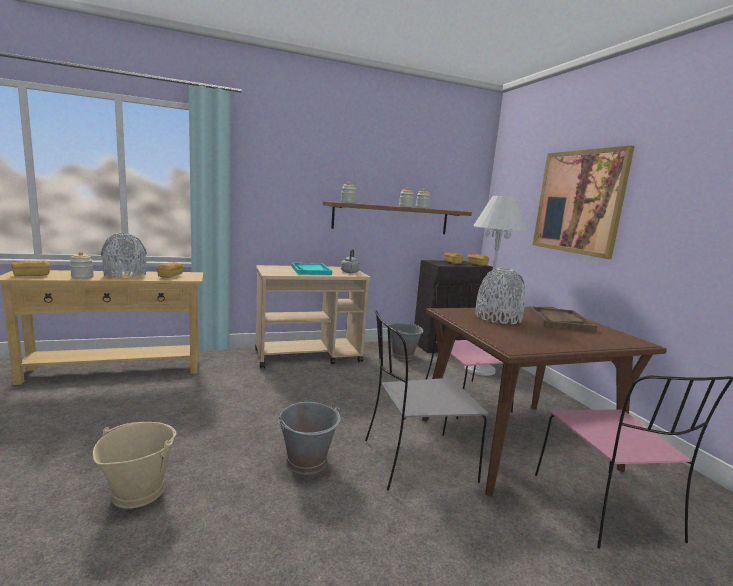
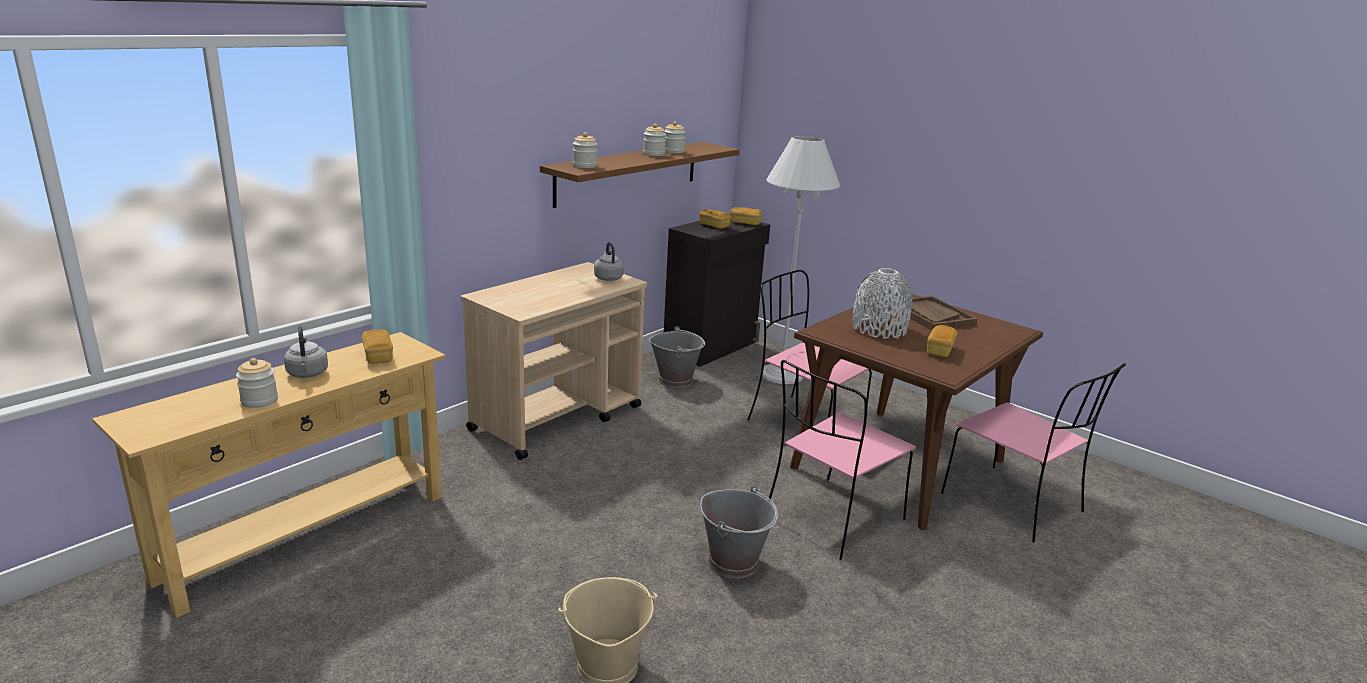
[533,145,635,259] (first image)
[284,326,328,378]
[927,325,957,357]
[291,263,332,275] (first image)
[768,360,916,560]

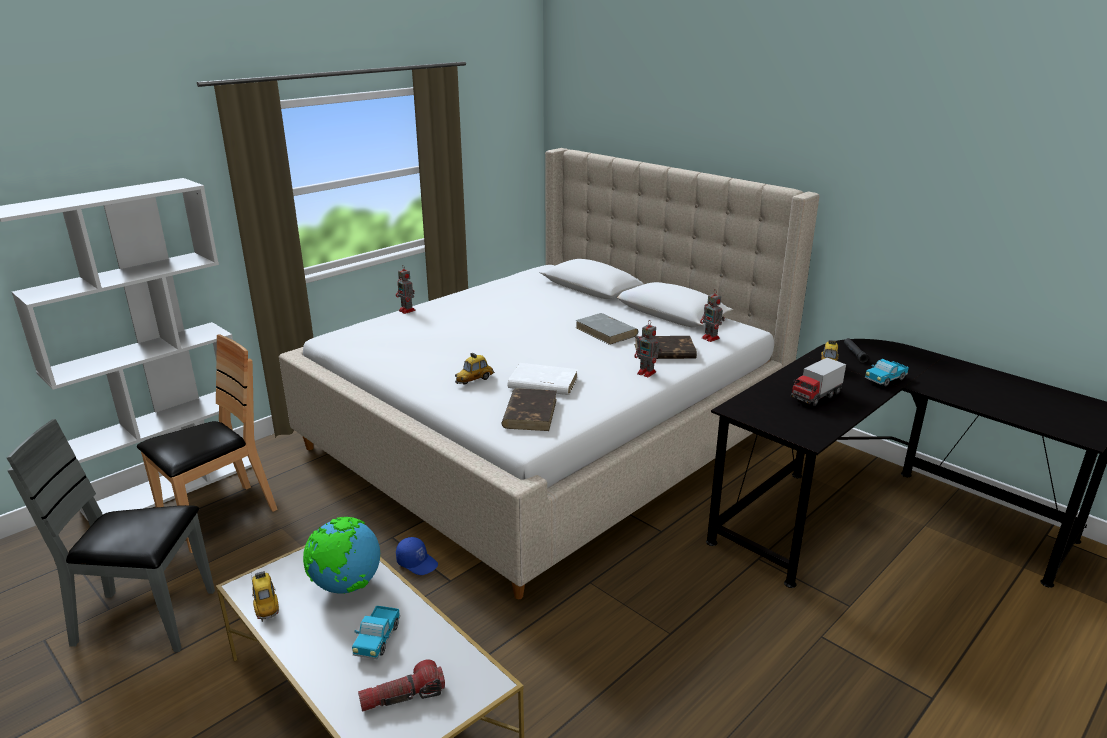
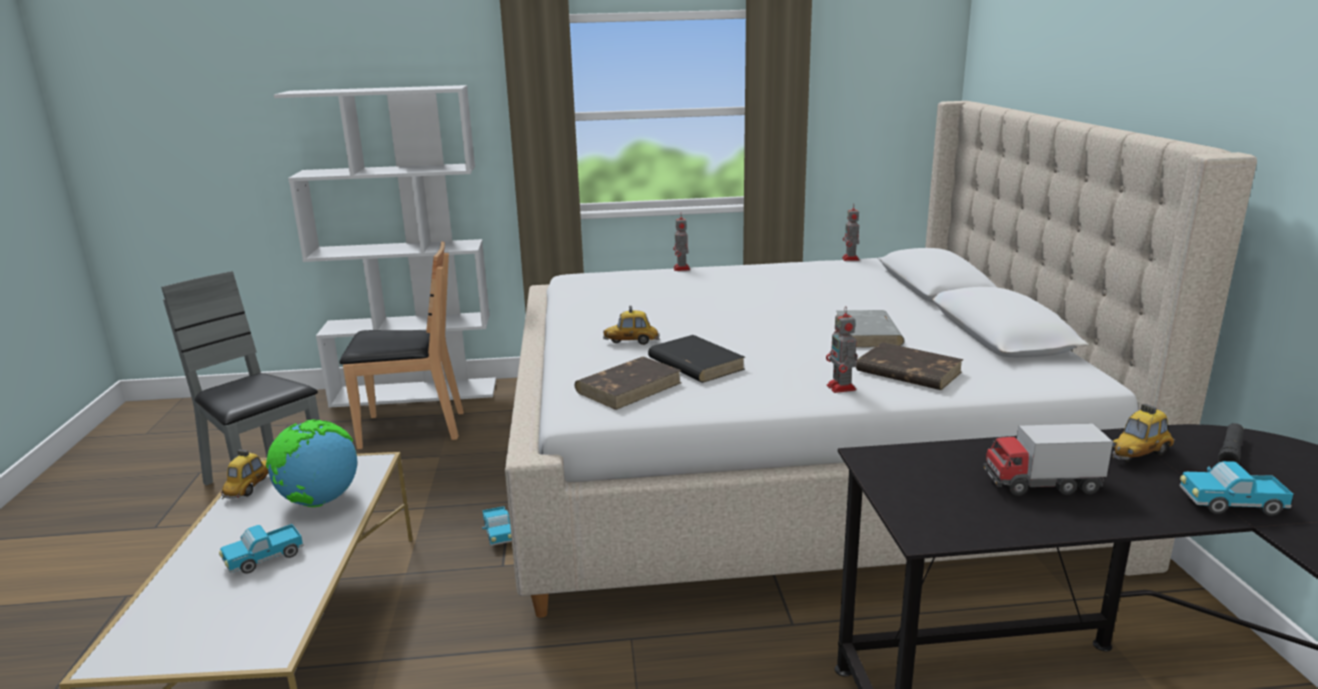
[842,204,860,261]
[648,335,745,383]
[482,506,512,546]
[358,659,445,712] (first image)

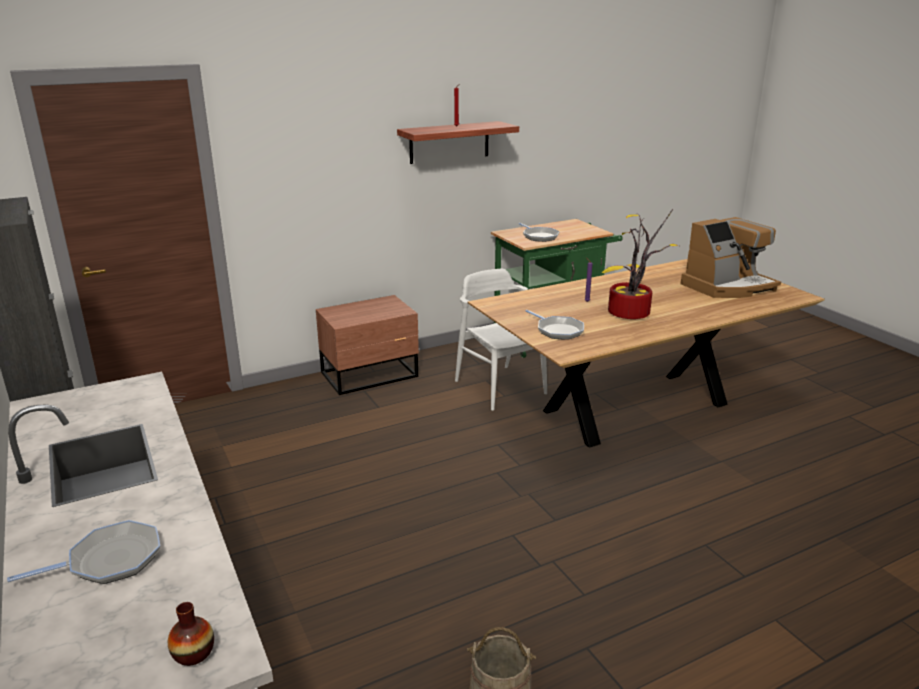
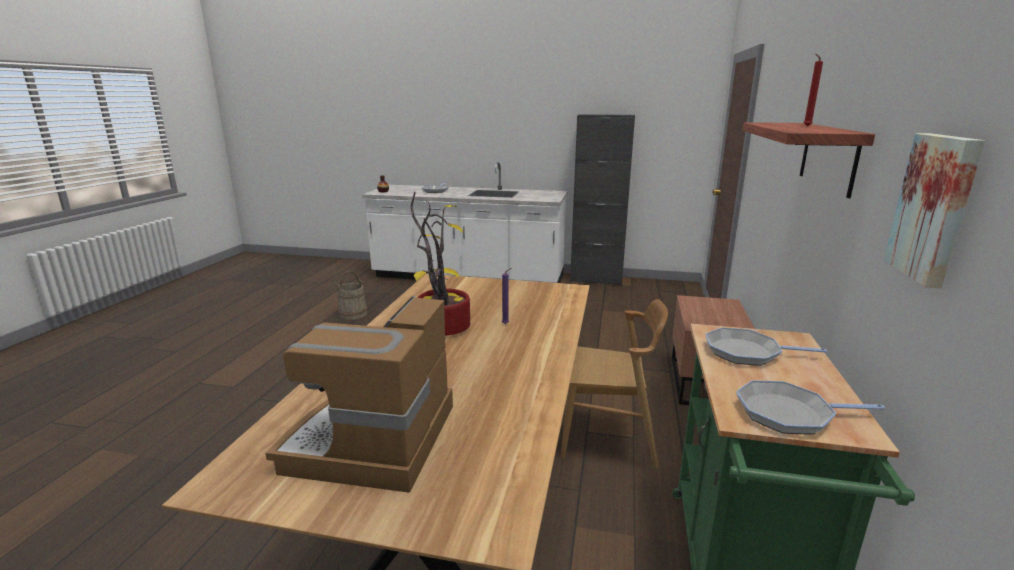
[561,299,668,468]
[736,380,885,434]
[884,133,985,288]

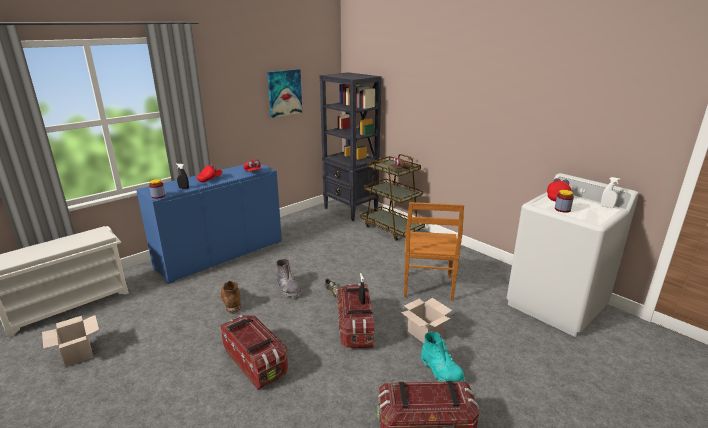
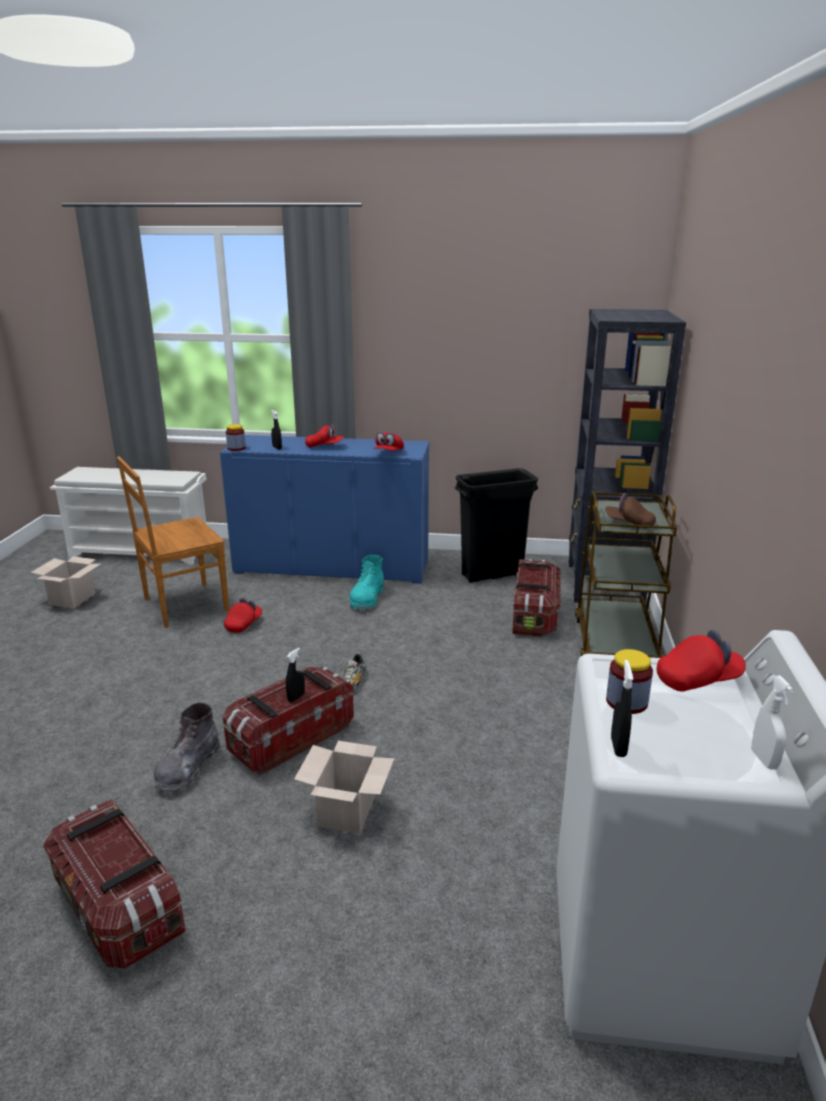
[267,69,302,118] (first image)
[117,456,229,628]
[154,703,220,795]
[224,598,262,633]
[512,559,561,637]
[349,555,384,611]
[455,468,538,583]
[611,660,633,757]

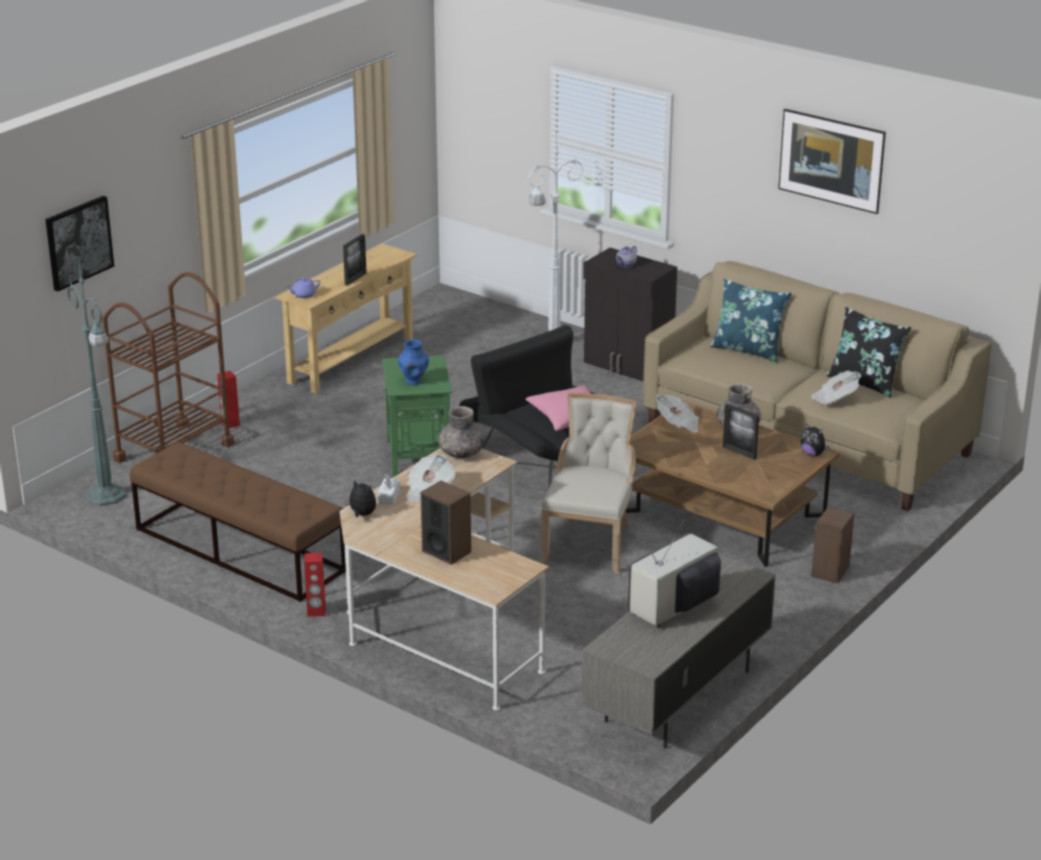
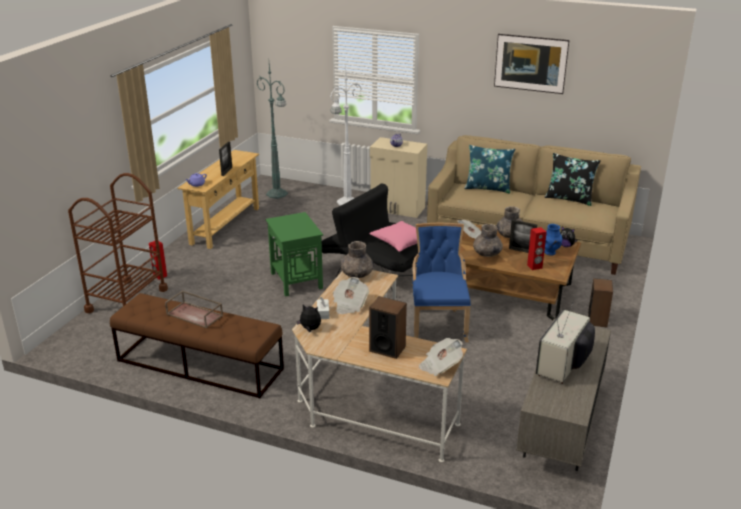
[45,196,114,291] (first image)
[370,137,427,218]
[257,64,288,199]
[544,224,562,256]
[419,338,463,376]
[412,223,471,342]
[527,227,547,270]
[473,224,503,257]
[165,291,223,328]

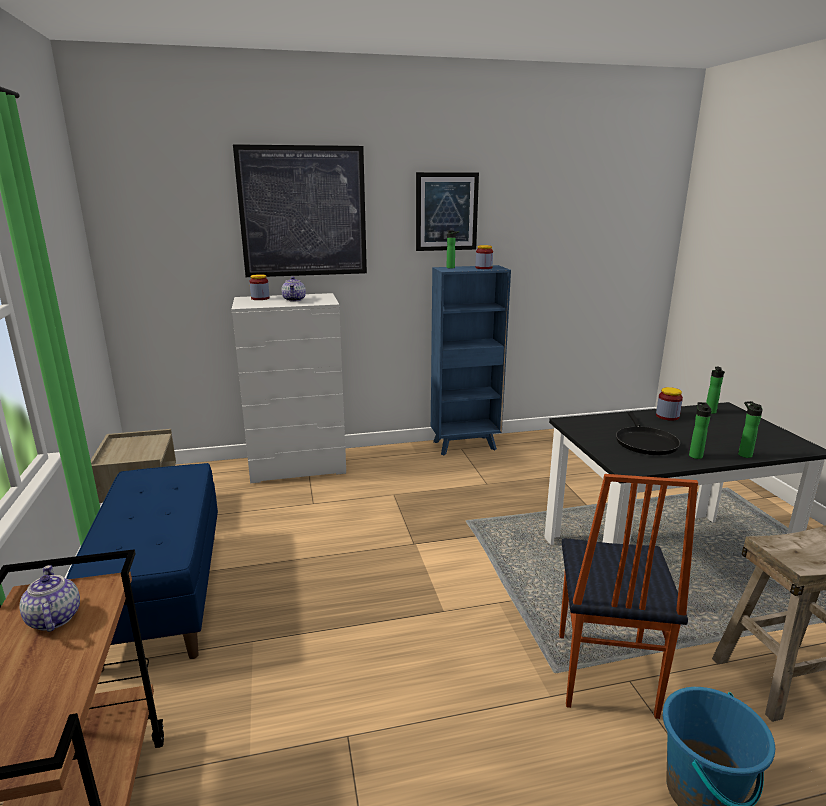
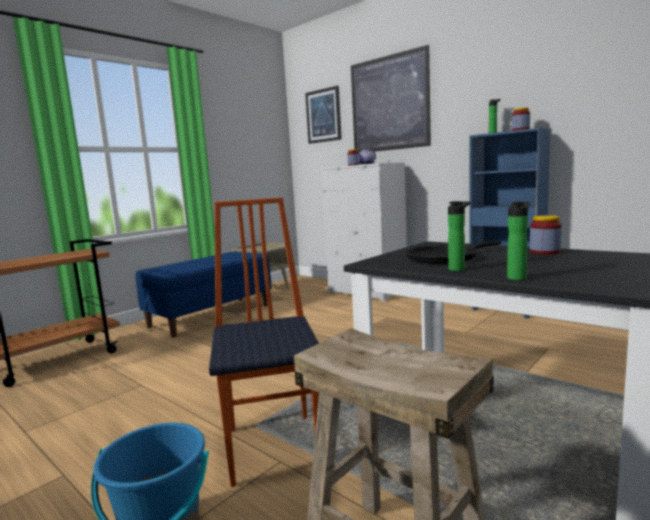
[305,86,341,144]
[706,366,725,414] (first image)
[209,198,319,487]
[19,565,80,632] (first image)

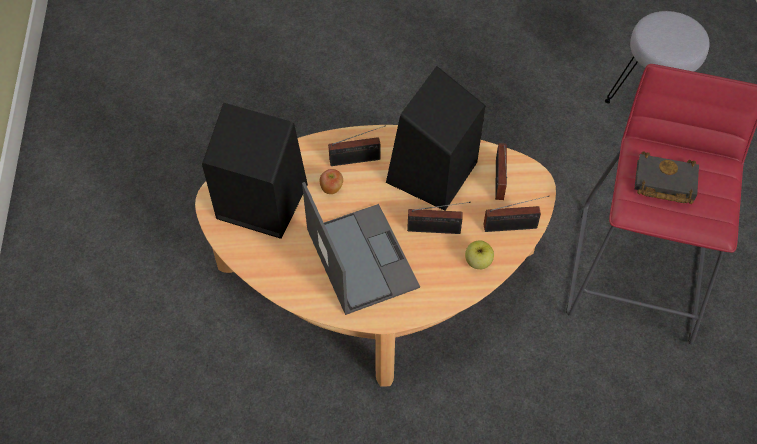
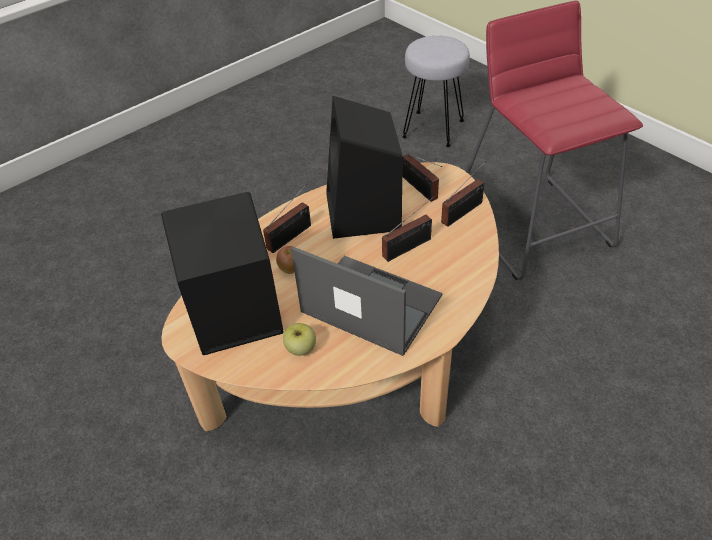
[634,151,699,204] (first image)
[283,323,316,356]

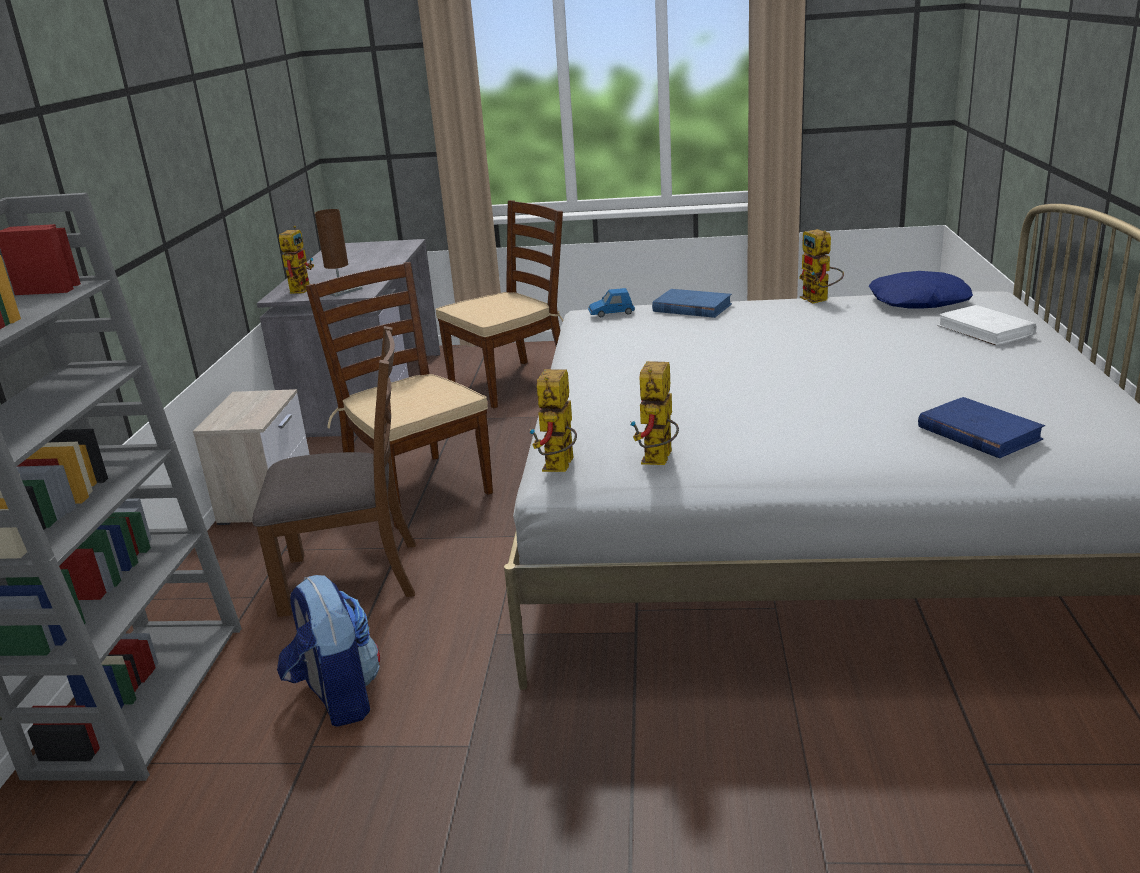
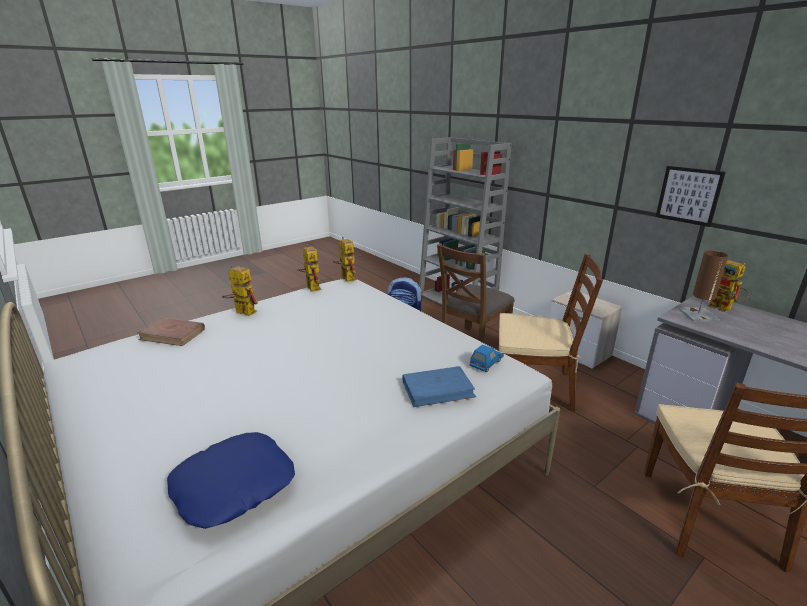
[222,265,258,316]
[937,305,1037,346] (first image)
[137,318,205,346]
[656,166,726,227]

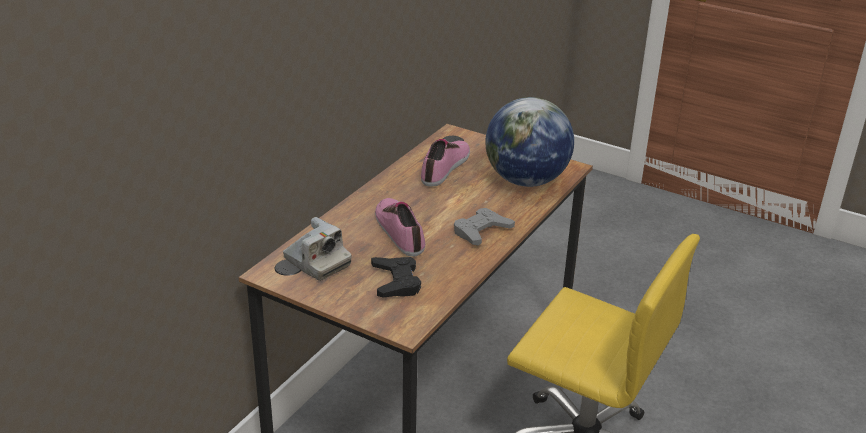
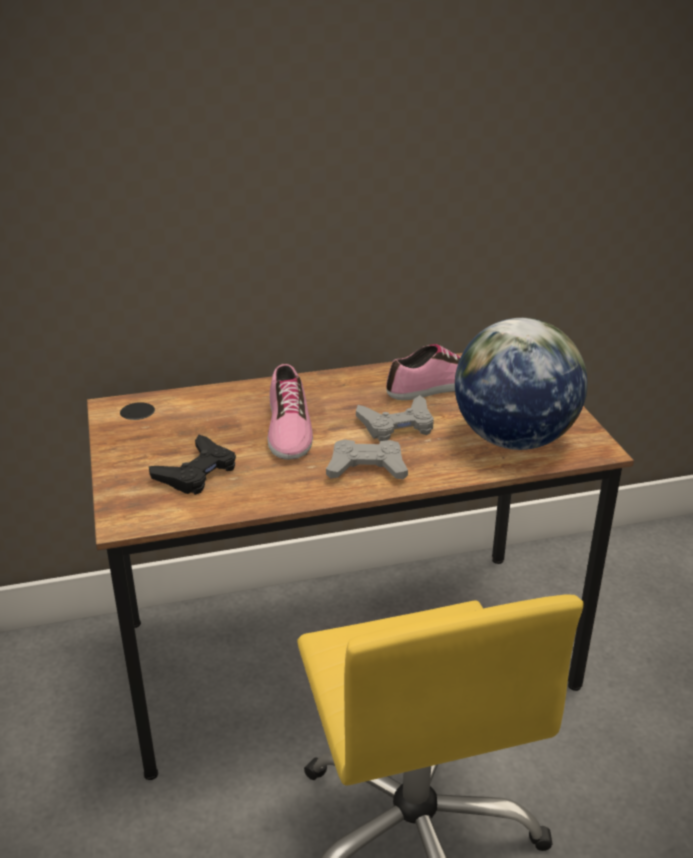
[267,364,313,460]
[283,217,352,281] (first image)
[356,395,434,442]

